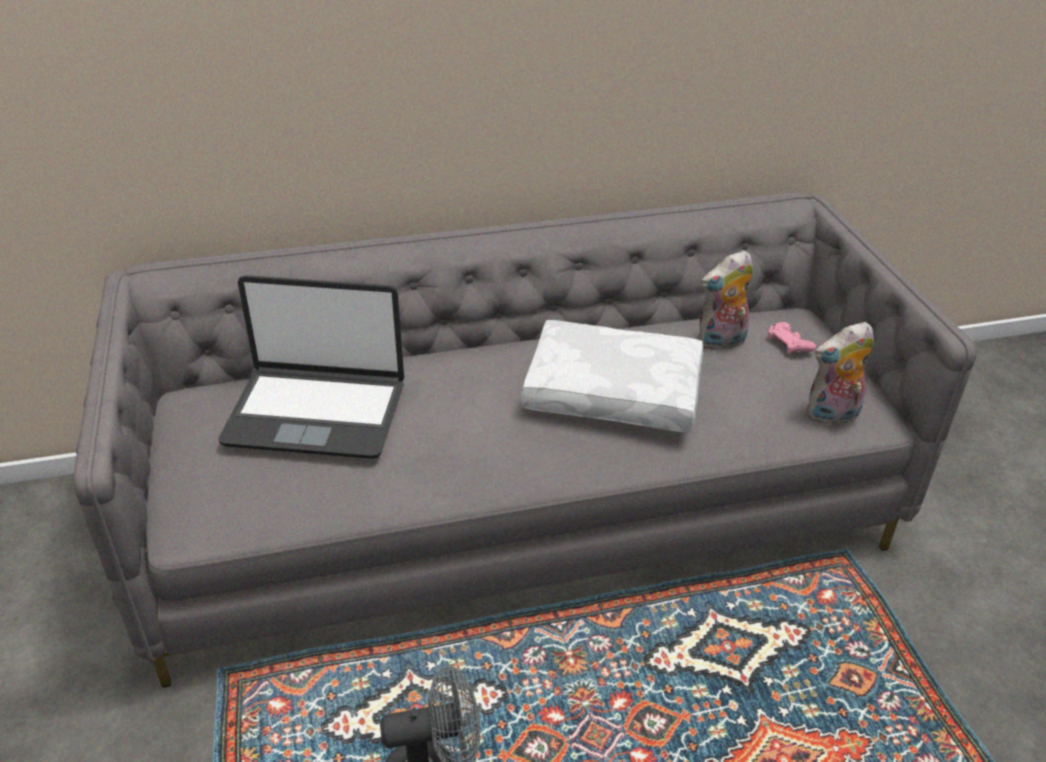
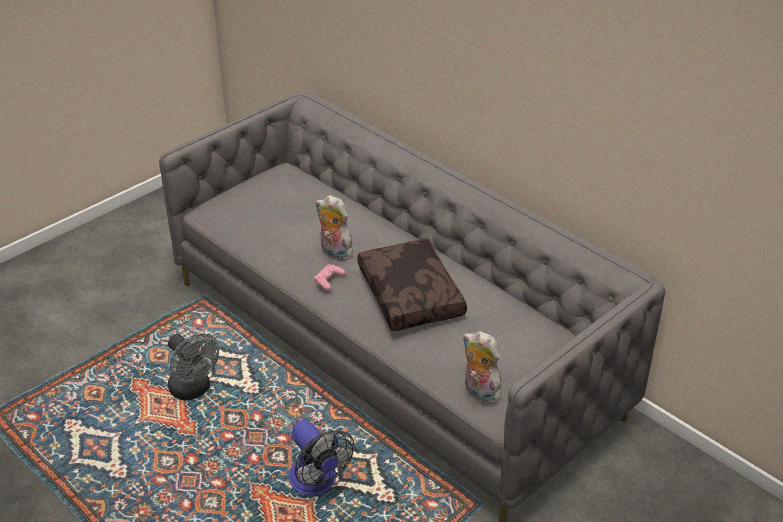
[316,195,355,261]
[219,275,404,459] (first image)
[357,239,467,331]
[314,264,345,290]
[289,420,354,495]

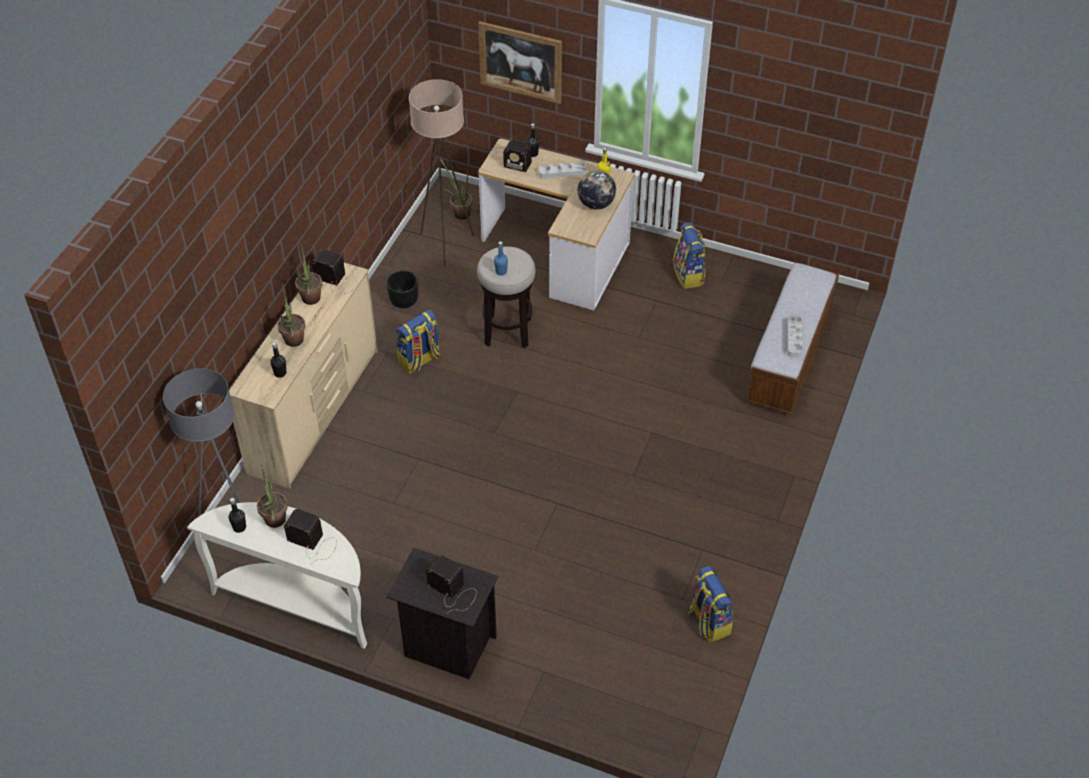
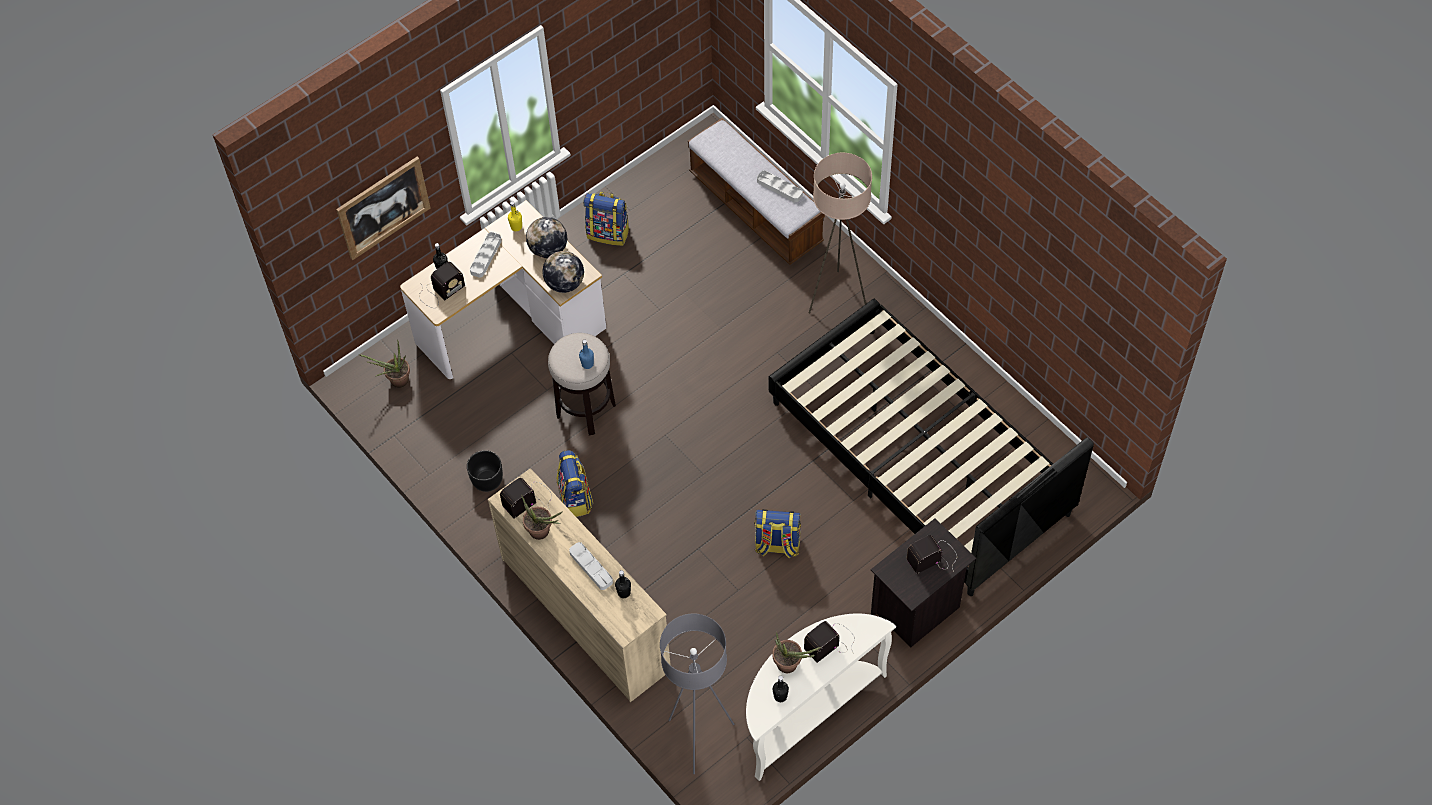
[809,153,872,314]
[569,542,613,590]
[754,509,801,559]
[542,251,584,293]
[769,298,1094,596]

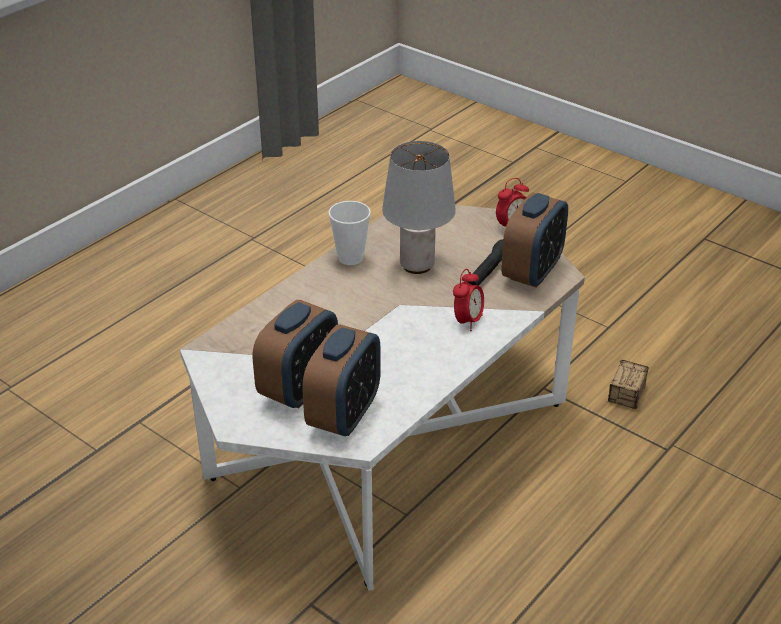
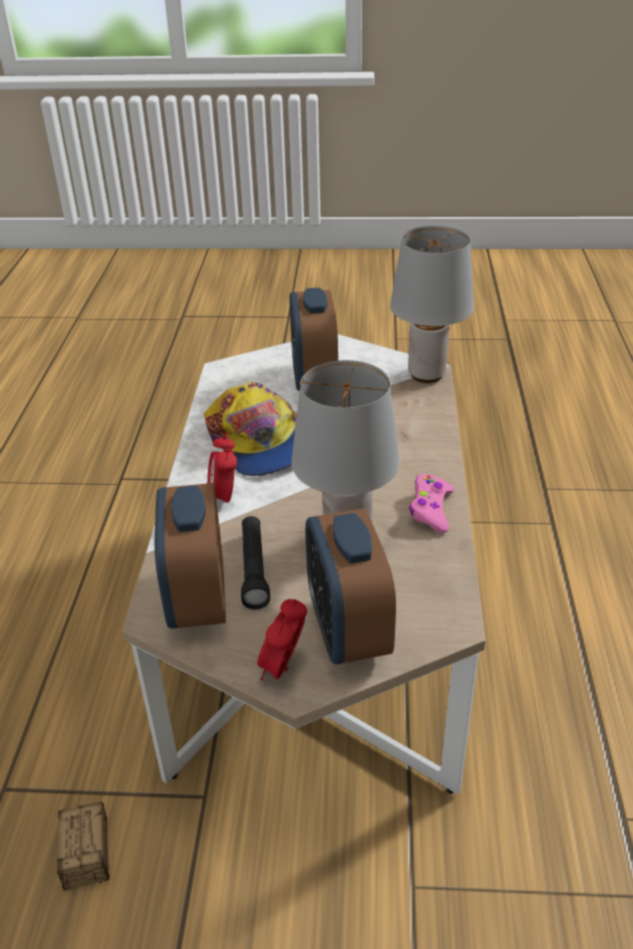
[409,474,454,533]
[305,509,396,664]
[390,226,474,383]
[204,382,297,476]

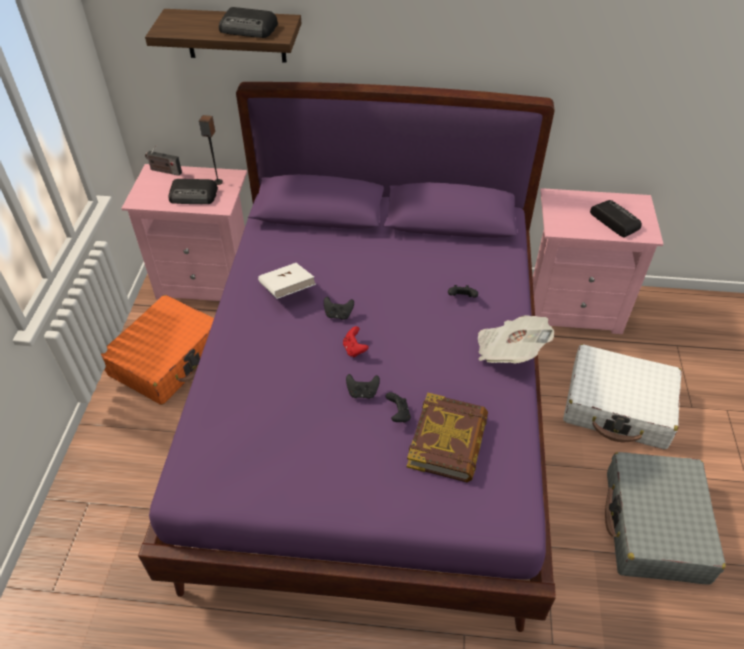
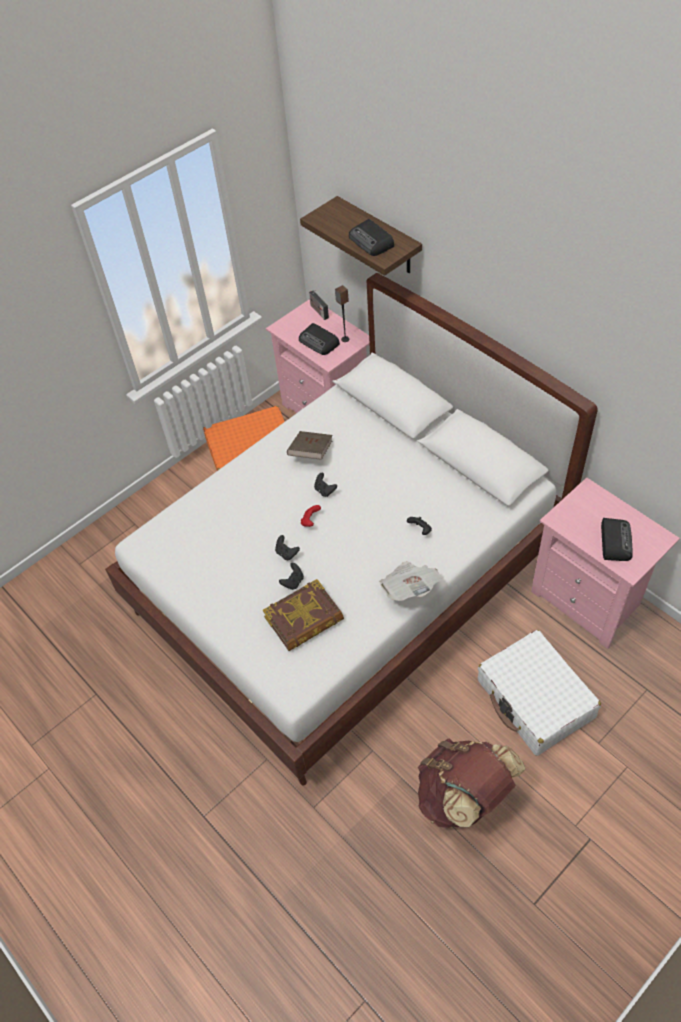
[105,273,598,786]
[287,431,332,460]
[418,739,525,828]

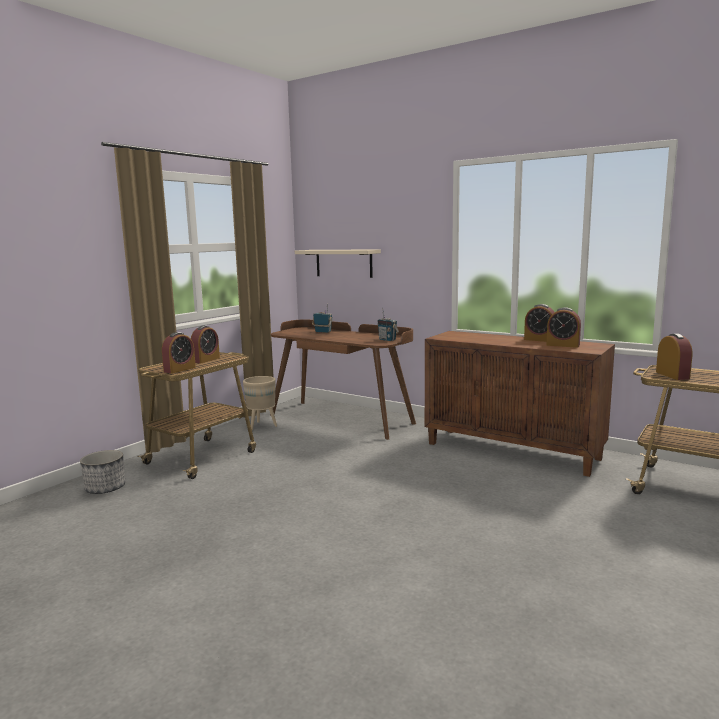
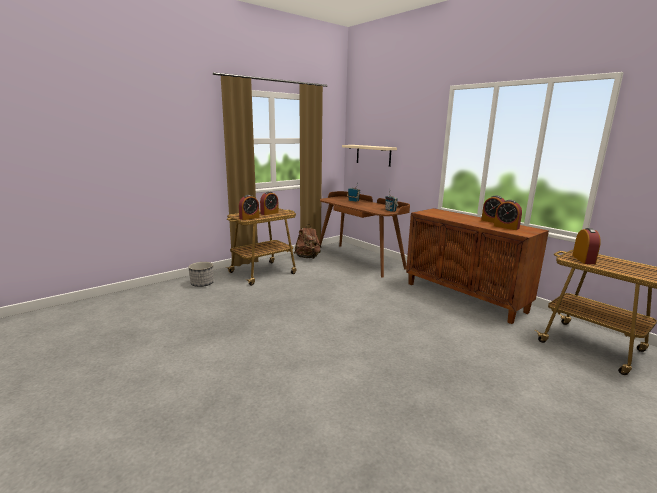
[294,224,321,259]

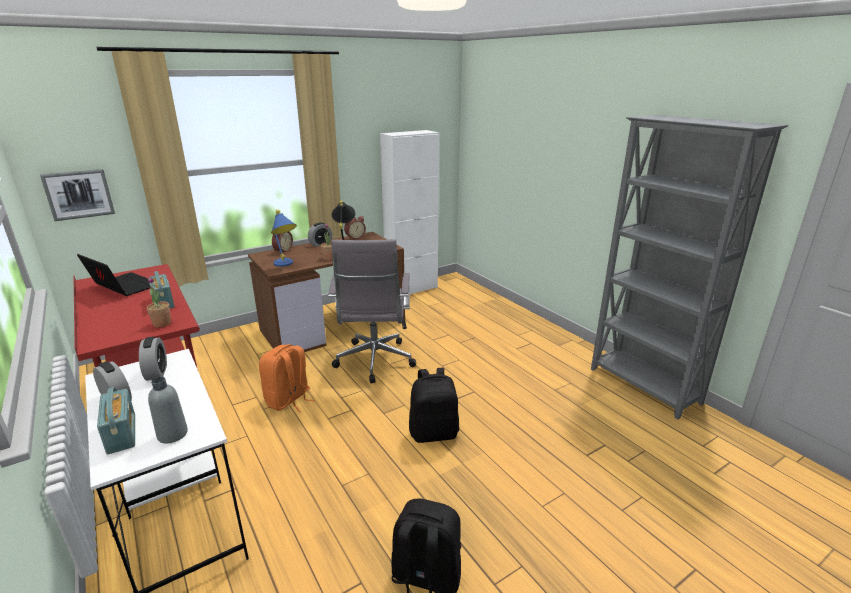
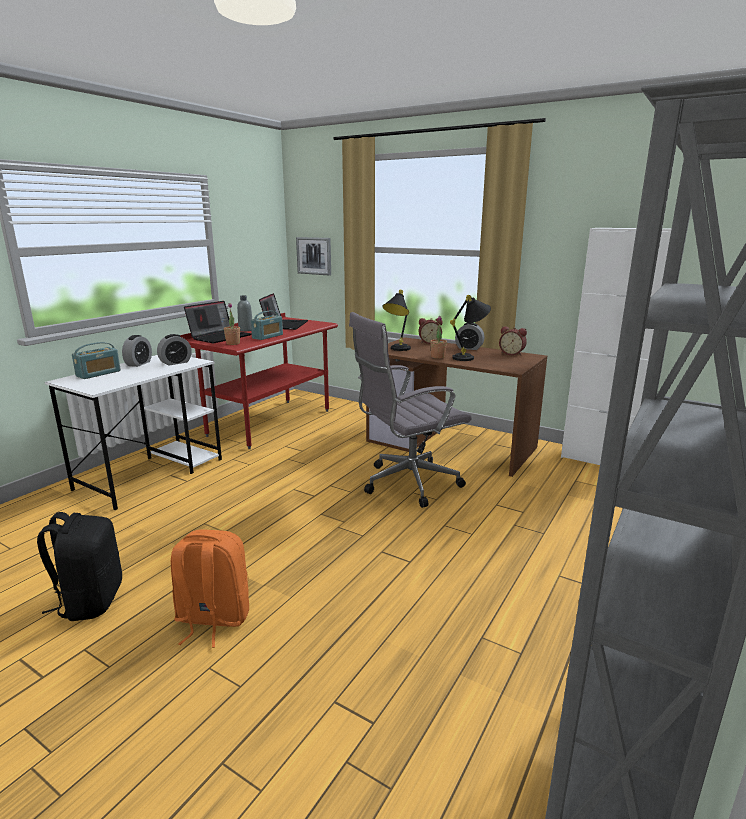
[382,290,411,351]
[171,529,249,648]
[409,368,459,443] (first image)
[237,295,252,332]
[184,301,251,343]

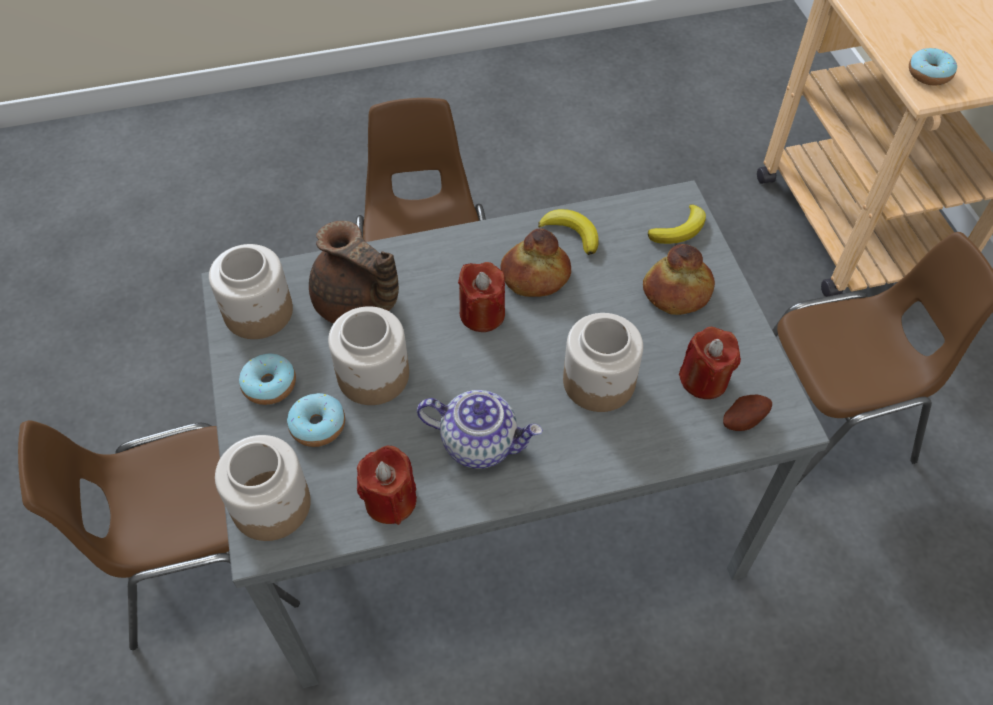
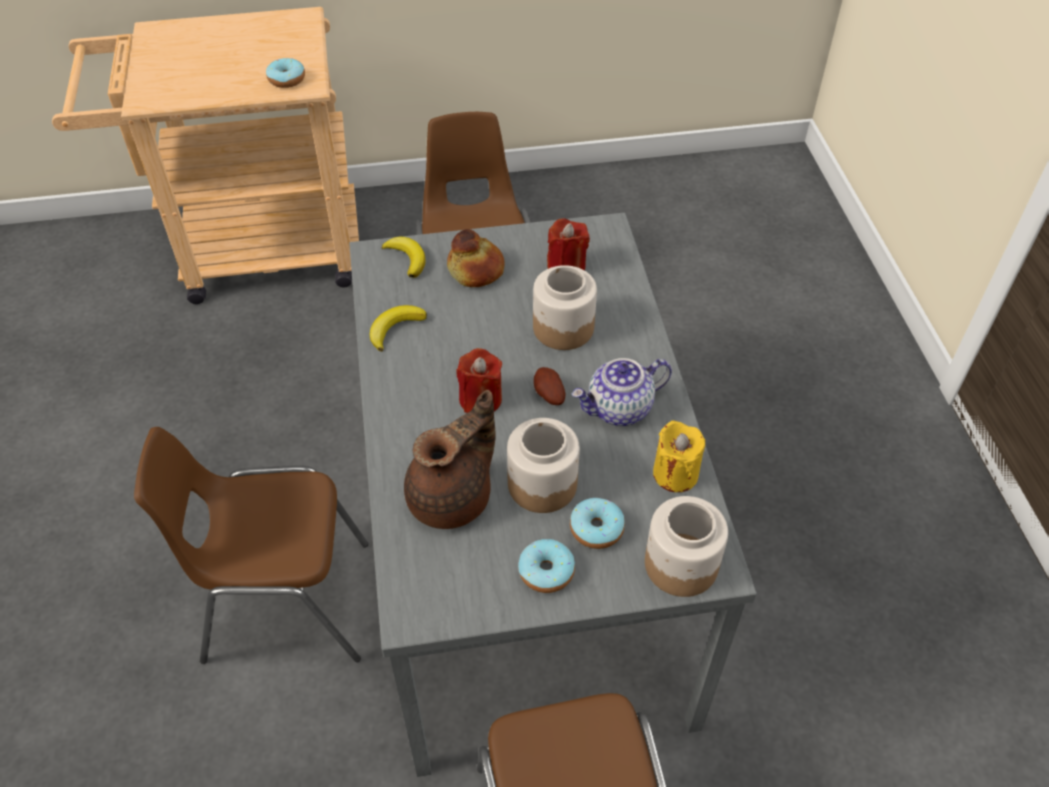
[500,229,571,297] (first image)
[209,244,293,339] (first image)
[572,358,672,426]
[534,367,565,405]
[653,420,705,492]

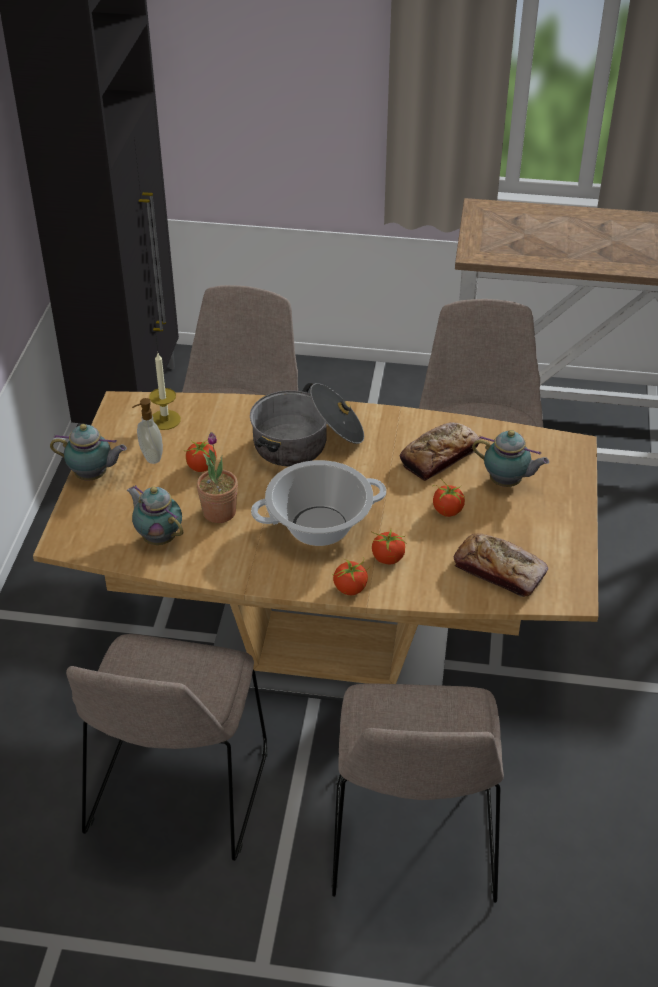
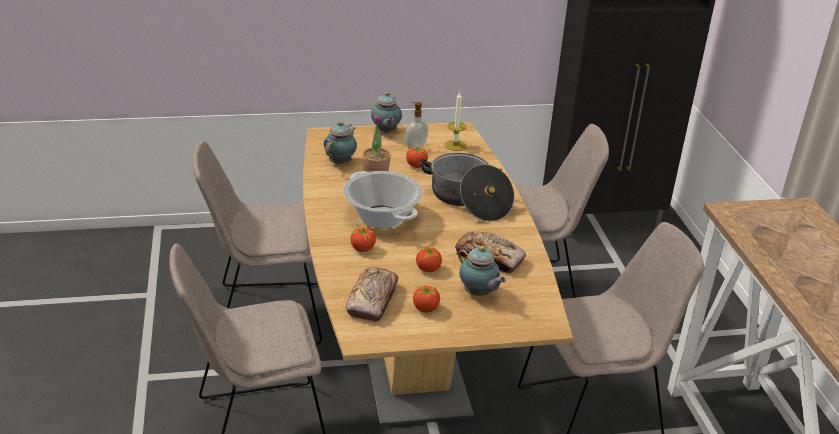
[458,246,506,296]
[413,285,440,313]

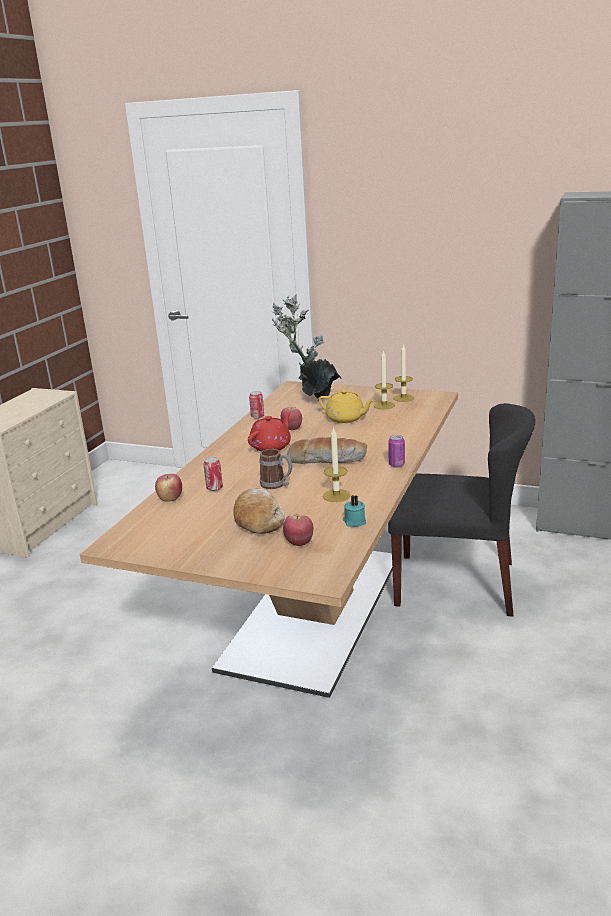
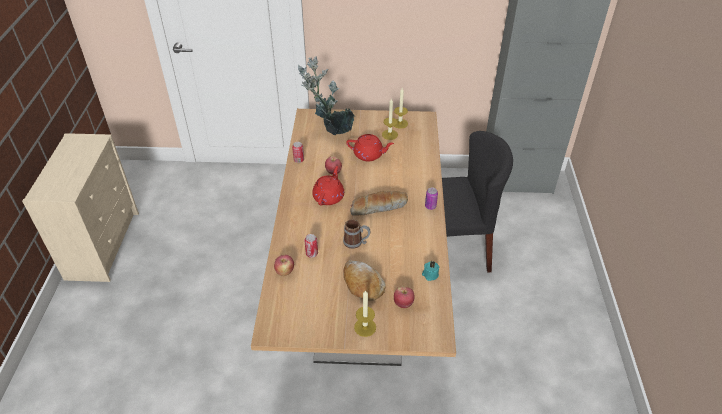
[346,134,394,161]
[354,290,376,337]

